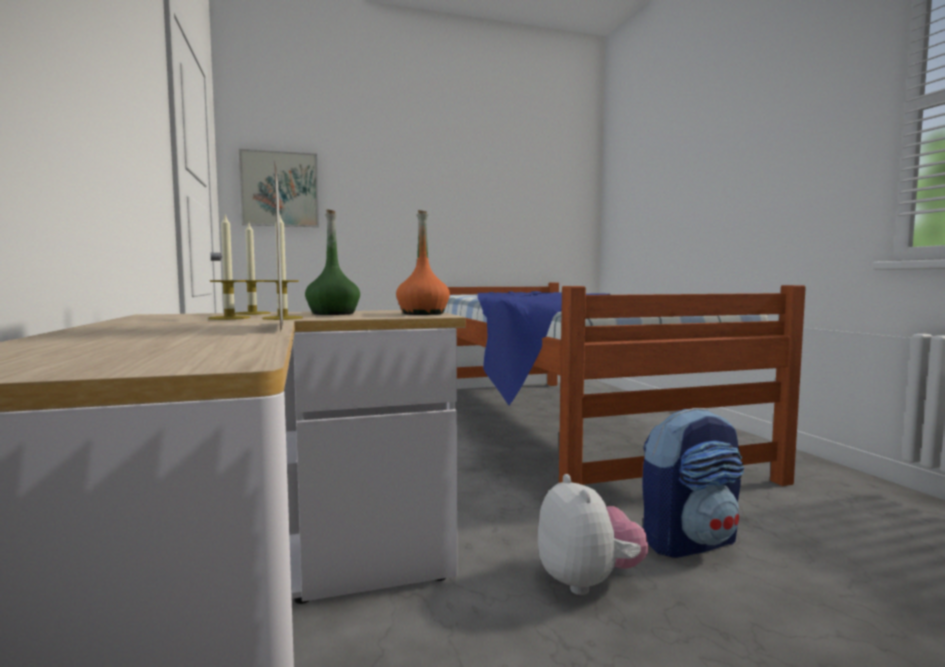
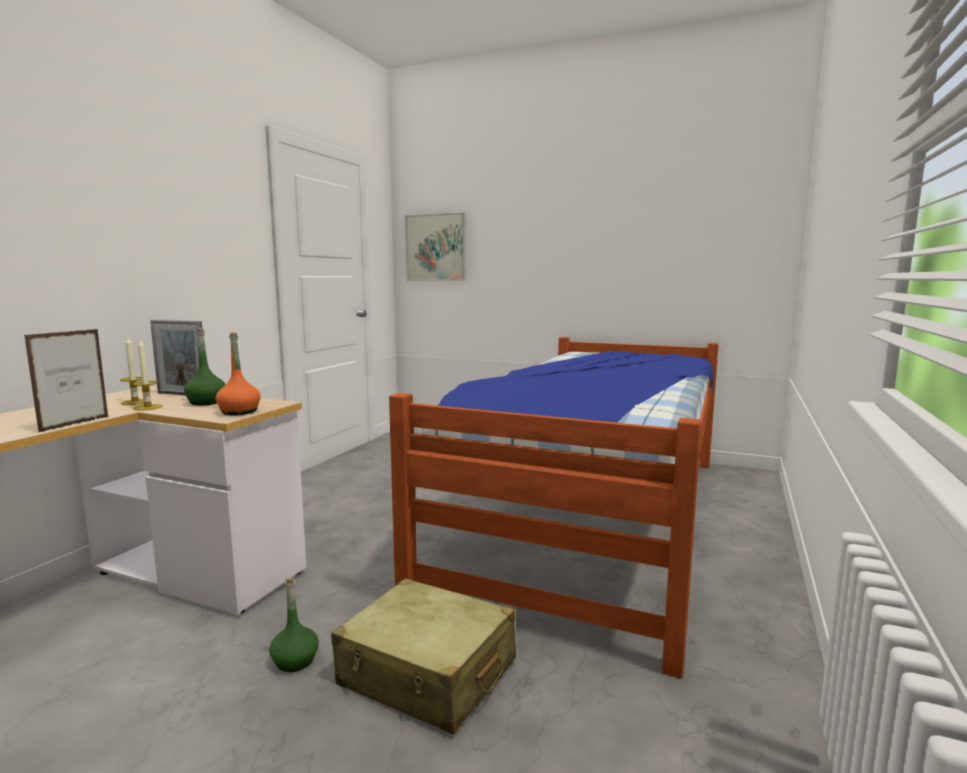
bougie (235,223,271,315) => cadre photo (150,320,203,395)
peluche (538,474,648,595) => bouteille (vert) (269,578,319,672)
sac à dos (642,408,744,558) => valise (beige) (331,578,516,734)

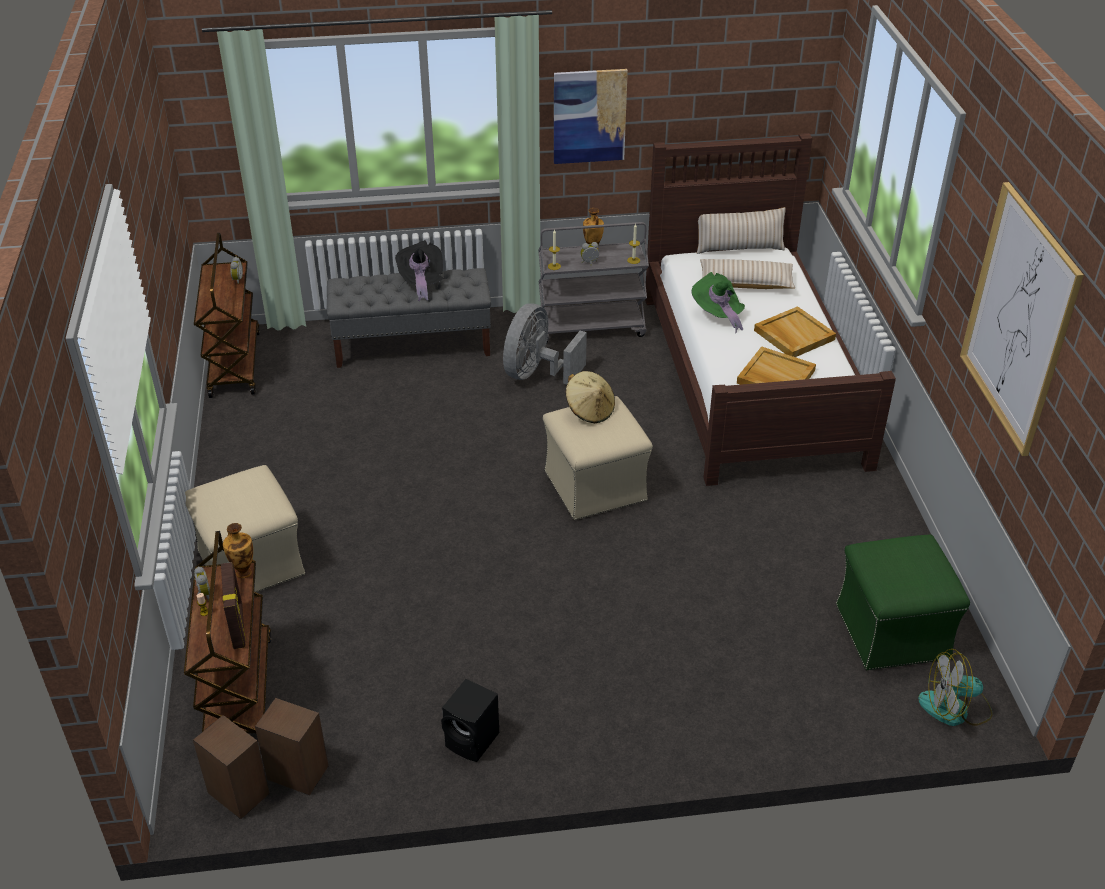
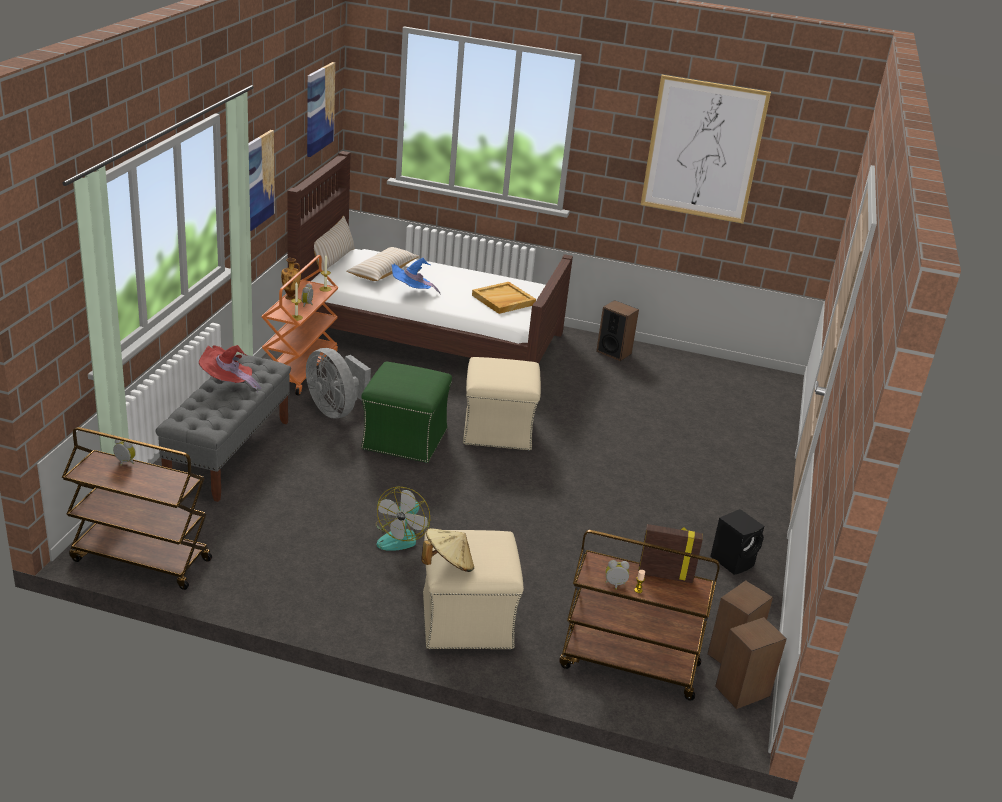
chapeau (noir) (395,240,444,301) => chapeau (rouge) (199,345,261,393)
chariot (gris) (535,222,649,343) => chariot (orange) (262,255,338,396)
nothing => tableau (307,62,335,157)
pouf (vert) (836,534,970,670) => pouf (vert) (361,362,452,463), relocated
ventilateur (918,649,993,726) => ventilateur (375,487,430,551), relocated
chapeau (vert) (692,272,745,333) => chapeau (bleu) (391,258,441,295)
chapeau (beige) (566,371,615,423) => chapeau (beige) (421,528,474,572), relocated
nothing => enceinte (596,300,639,361)
vase (223,523,253,578) => nothing
plateau (beige) (754,306,836,357) => nothing

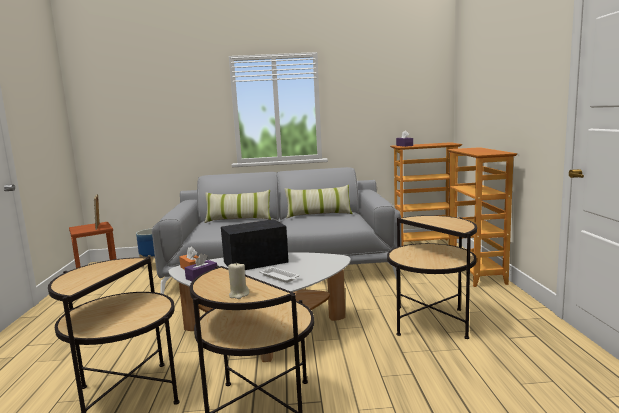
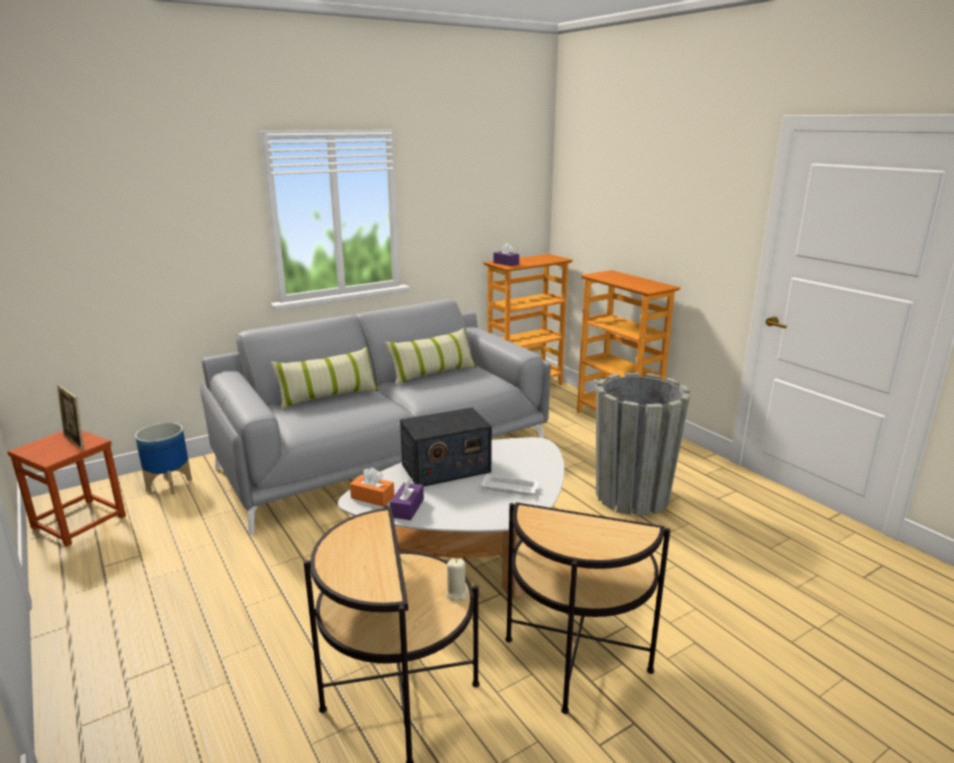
radio (221,219,289,270) => radio (400,407,492,487), 150 degrees counterclockwise
bougie (beige) (228,262,249,299) => bougie (beige) (445,558,469,601), relocated
table d'appoint (387,215,477,339) => cache-pot (gris) (596,373,690,516)

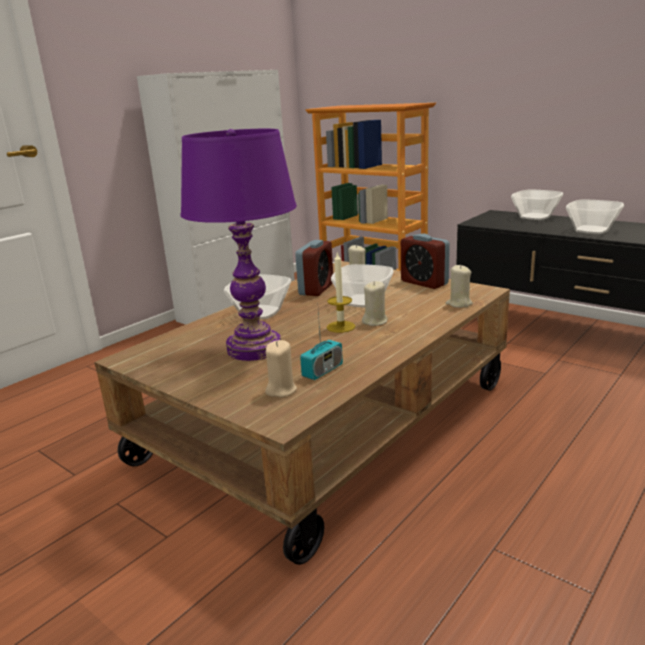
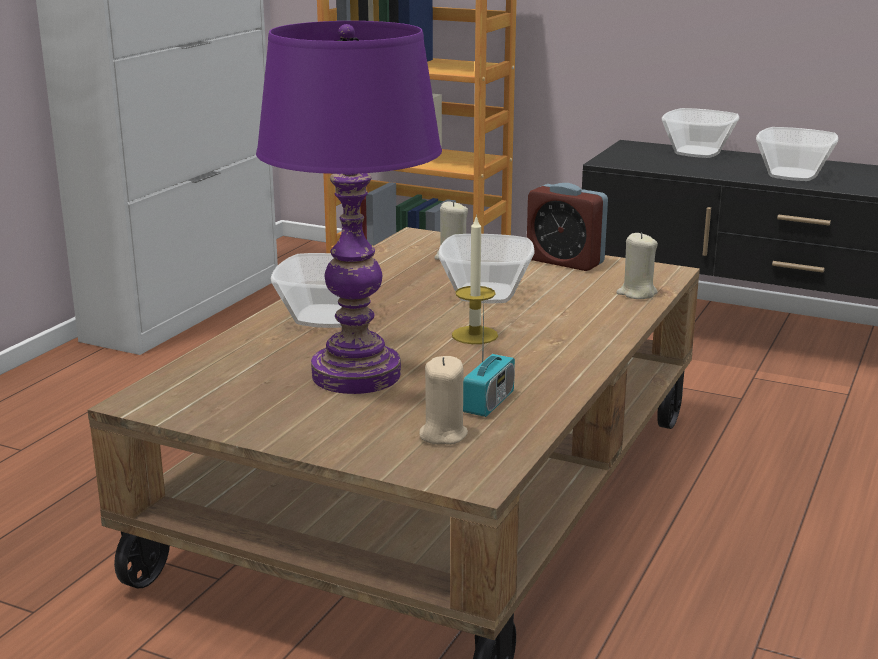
réveil (295,240,333,296) => nothing
bougie (beige) (362,281,388,326) => nothing

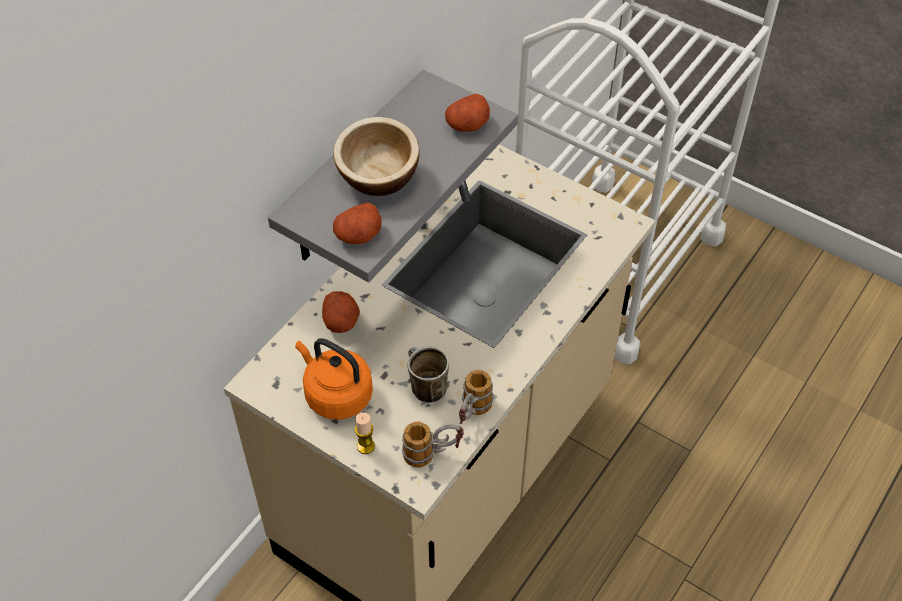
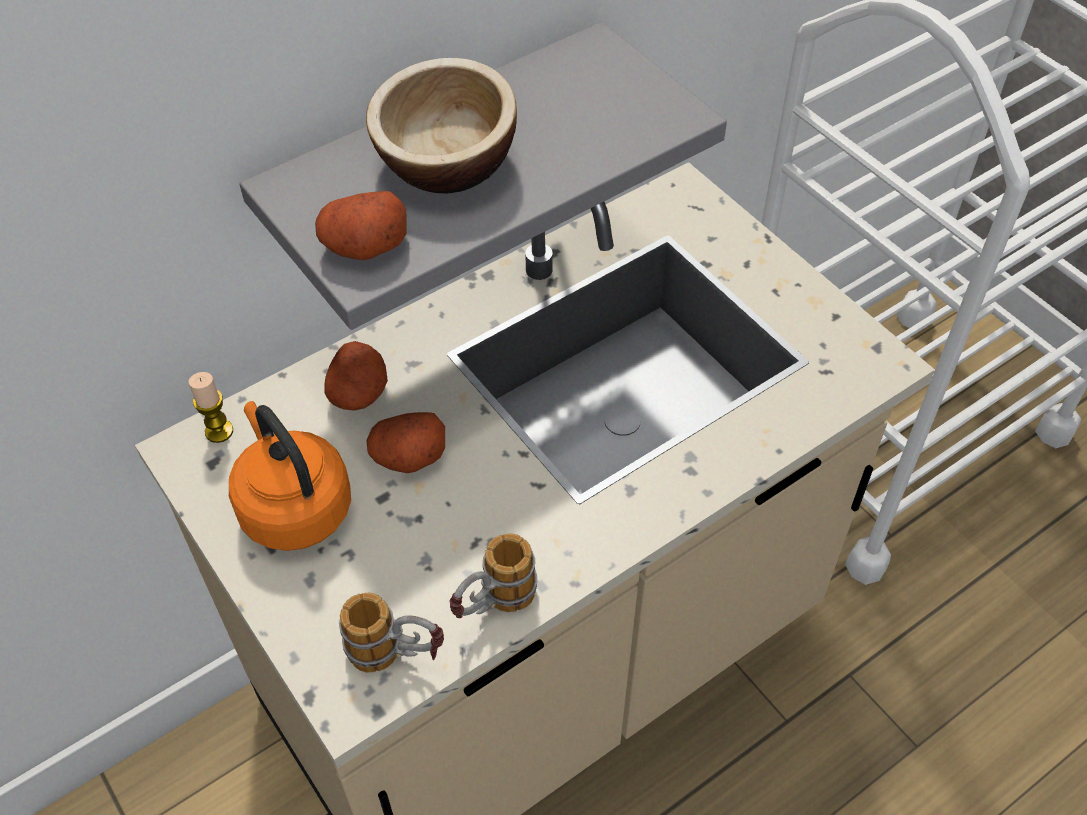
bougie (355,413,375,454) => bougie (189,372,233,443), relocated
pomme de terre (445,94,490,132) => pomme de terre (366,412,445,473), relocated
mug (408,346,449,402) => nothing

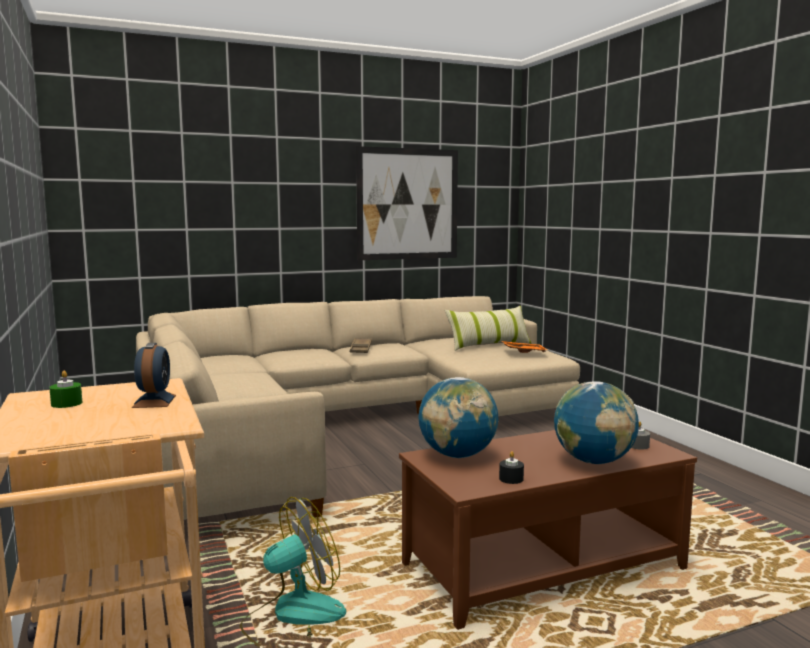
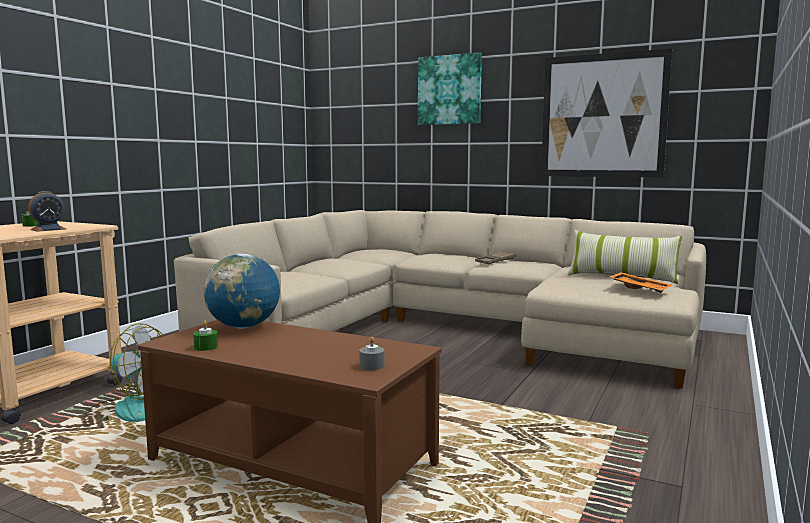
bougie (noir) (499,451,524,484) => bougie (vert) (193,321,218,351)
nothing => tableau (418,52,482,125)
globe (554,381,639,464) => nothing

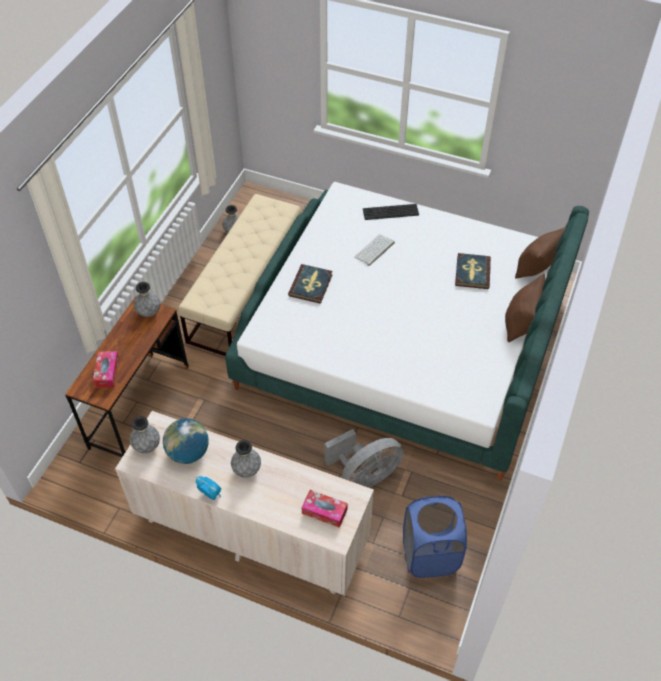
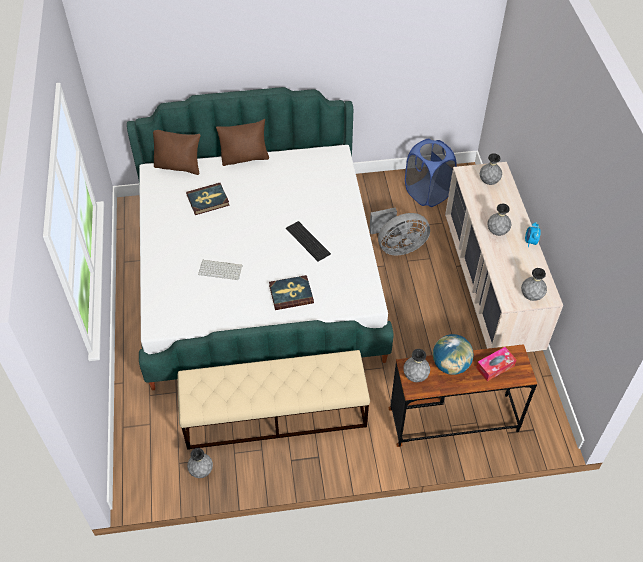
clavier (363,204,419,220) => clavier (286,221,331,262), relocated
ventilateur (gris) (324,429,404,488) => ventilateur (gris) (369,208,430,255), 135 degrees clockwise
globe (163,418,209,464) => globe (433,334,474,375), relocated
boîte à mouchoirs (302,490,348,528) => vase (gris) (480,153,502,185)

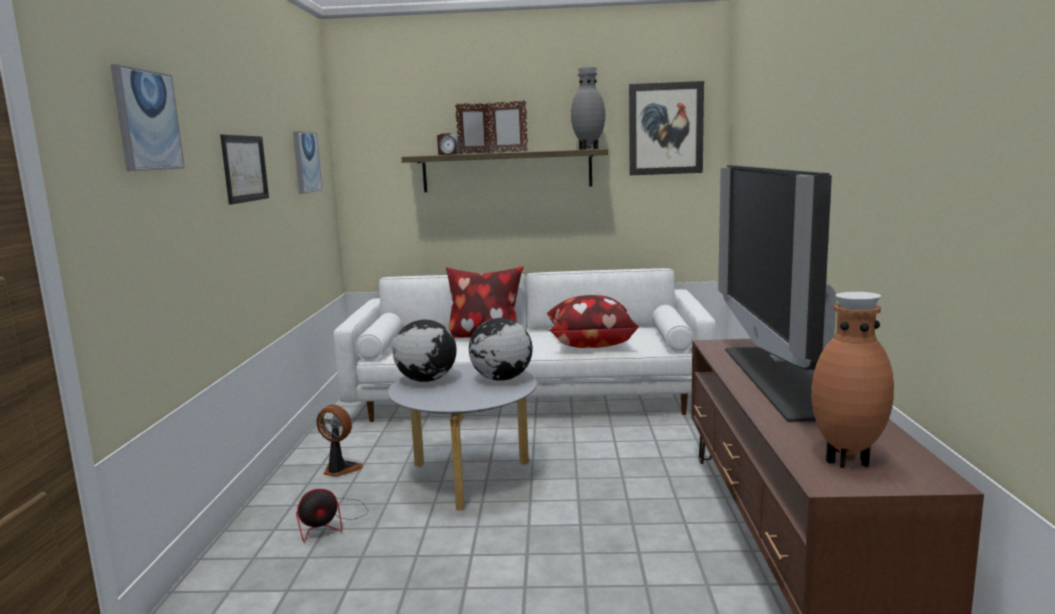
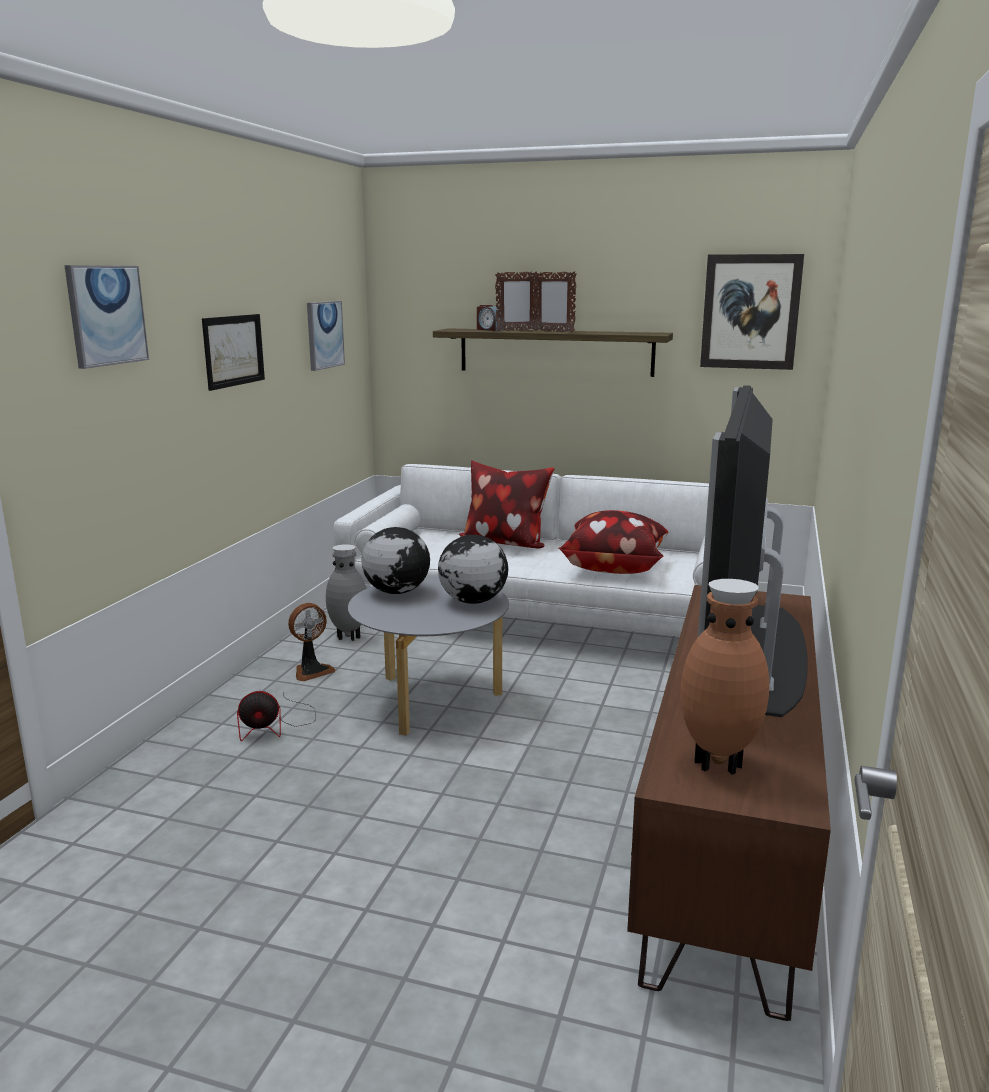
ventilateur (316,405,363,477) => ventilateur (288,603,335,681), 105 degrees clockwise
vase (gris) (571,67,605,150) => vase (gris) (326,544,366,641), relocated

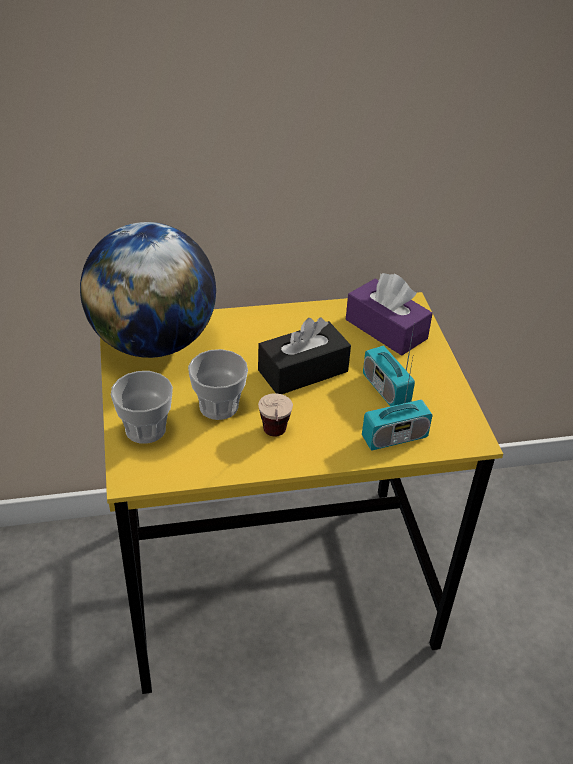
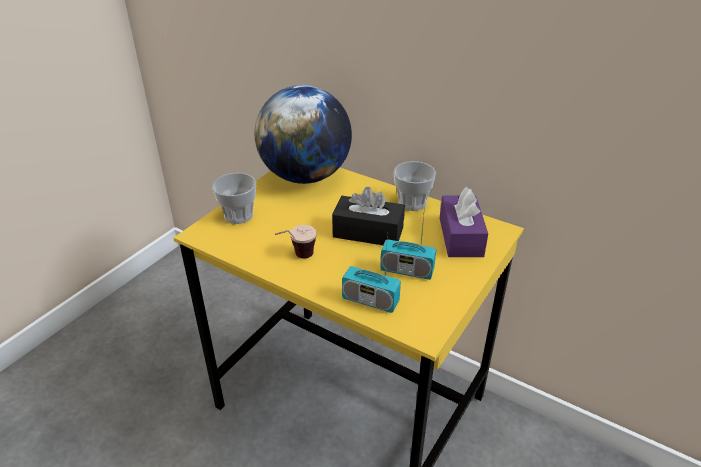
radio (363,322,415,406) => radio (380,205,436,280), 90 degrees counterclockwise
tasse (188,349,248,420) => tasse (393,161,436,211), relocated

